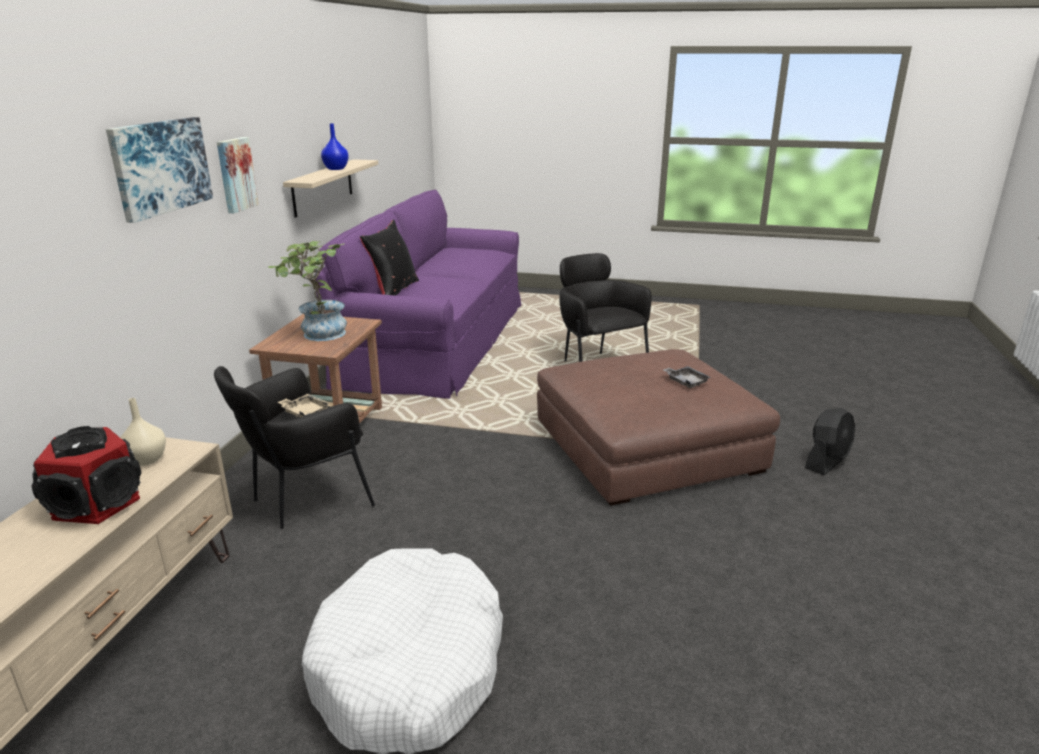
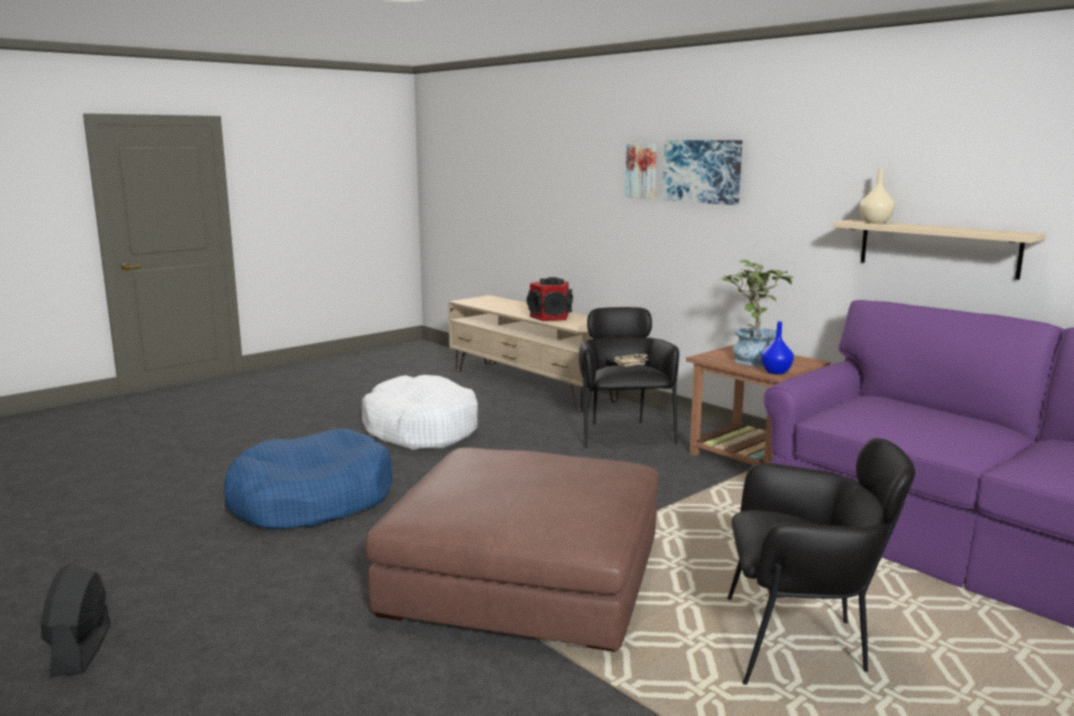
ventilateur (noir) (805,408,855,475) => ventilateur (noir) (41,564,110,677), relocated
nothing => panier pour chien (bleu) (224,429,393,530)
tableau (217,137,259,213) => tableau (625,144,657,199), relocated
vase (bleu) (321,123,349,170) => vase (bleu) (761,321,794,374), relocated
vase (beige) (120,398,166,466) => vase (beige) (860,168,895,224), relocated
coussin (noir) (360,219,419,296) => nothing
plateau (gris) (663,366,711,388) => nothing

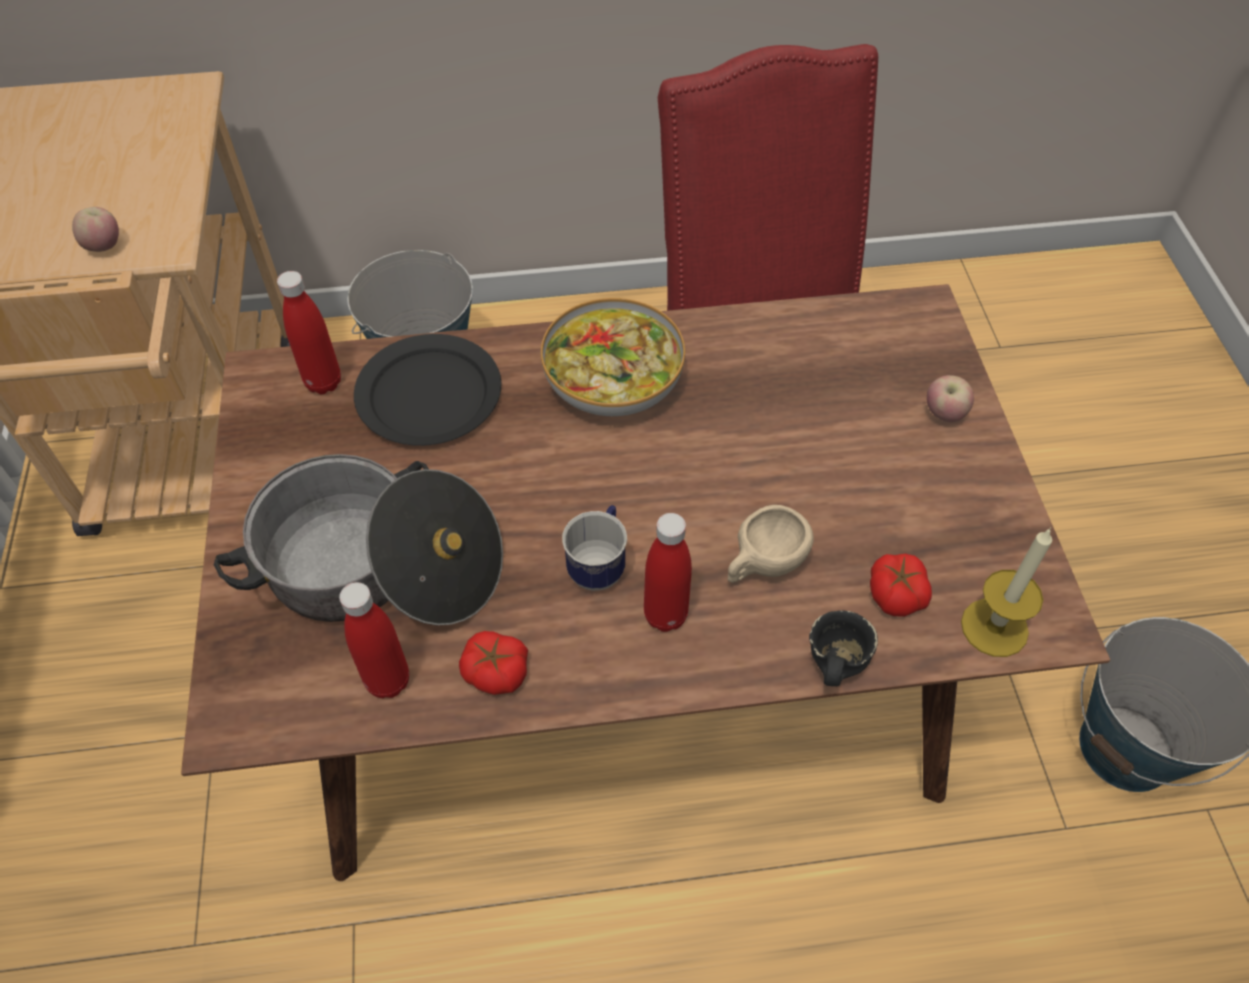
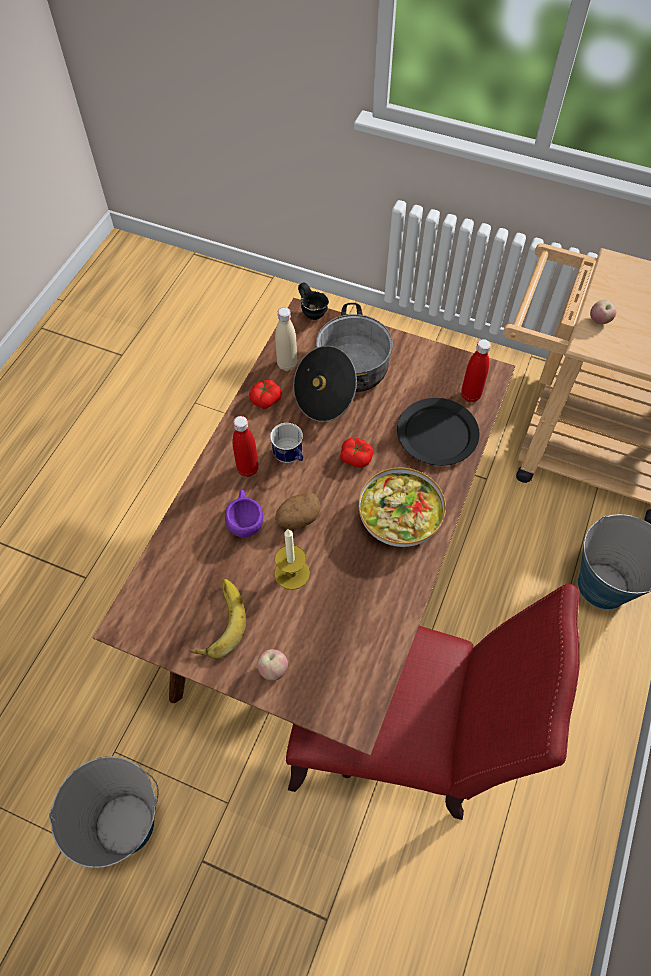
nothing => banane (190,579,246,659)
tasse (beige) (728,505,814,583) => tasse (violet) (225,489,263,538)
bougie (961,528,1052,657) => bougie (274,529,310,590), relocated
bouteille (rouge) (339,582,409,698) => bouteille (beige) (275,307,297,371)
nothing => pomme de terre (275,493,321,529)
mug (noir) (809,611,878,686) => mug (noir) (298,283,329,320), relocated
tomate (870,553,932,617) => tomate (340,438,373,468), relocated

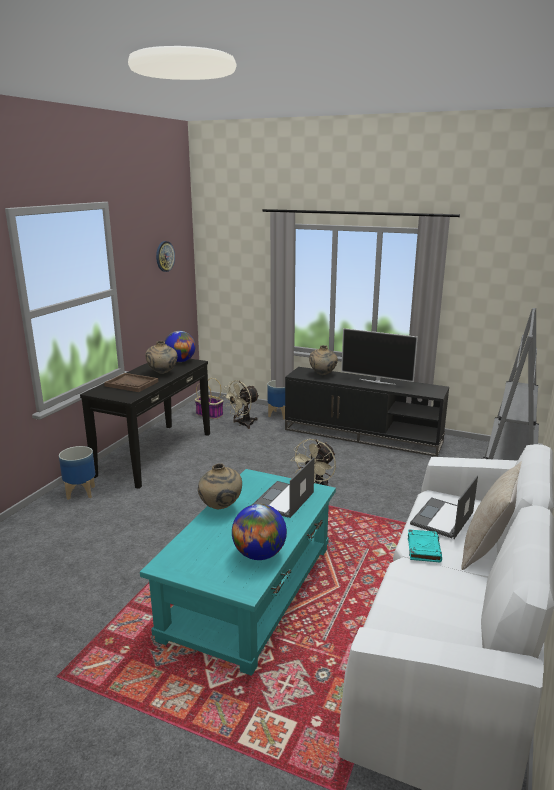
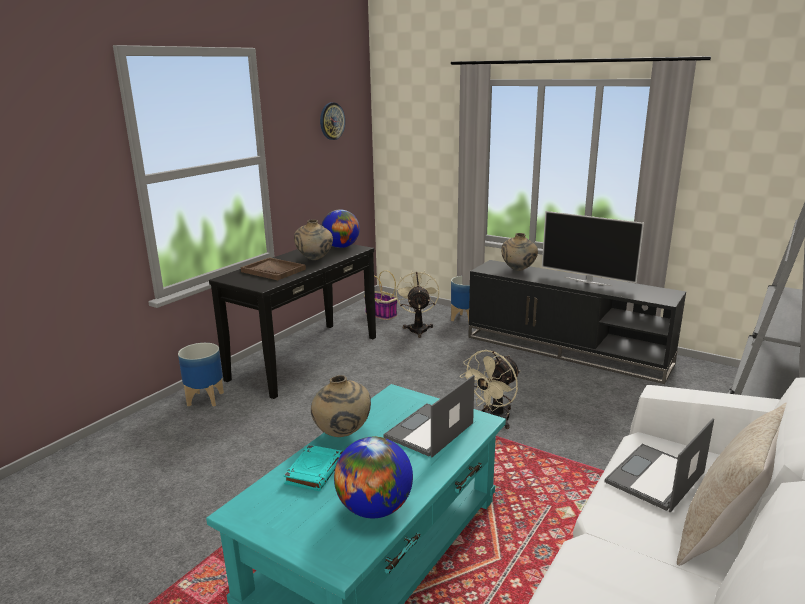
livre (turquoise) (408,529,442,562) => livre (turquoise) (284,445,343,491), relocated
ventilateur (beige) (222,380,259,429) => ventilateur (beige) (396,270,439,338), 120 degrees clockwise

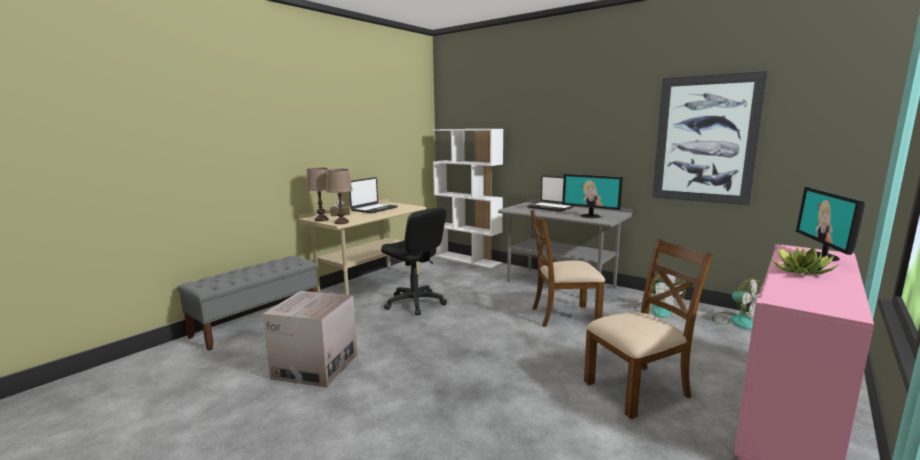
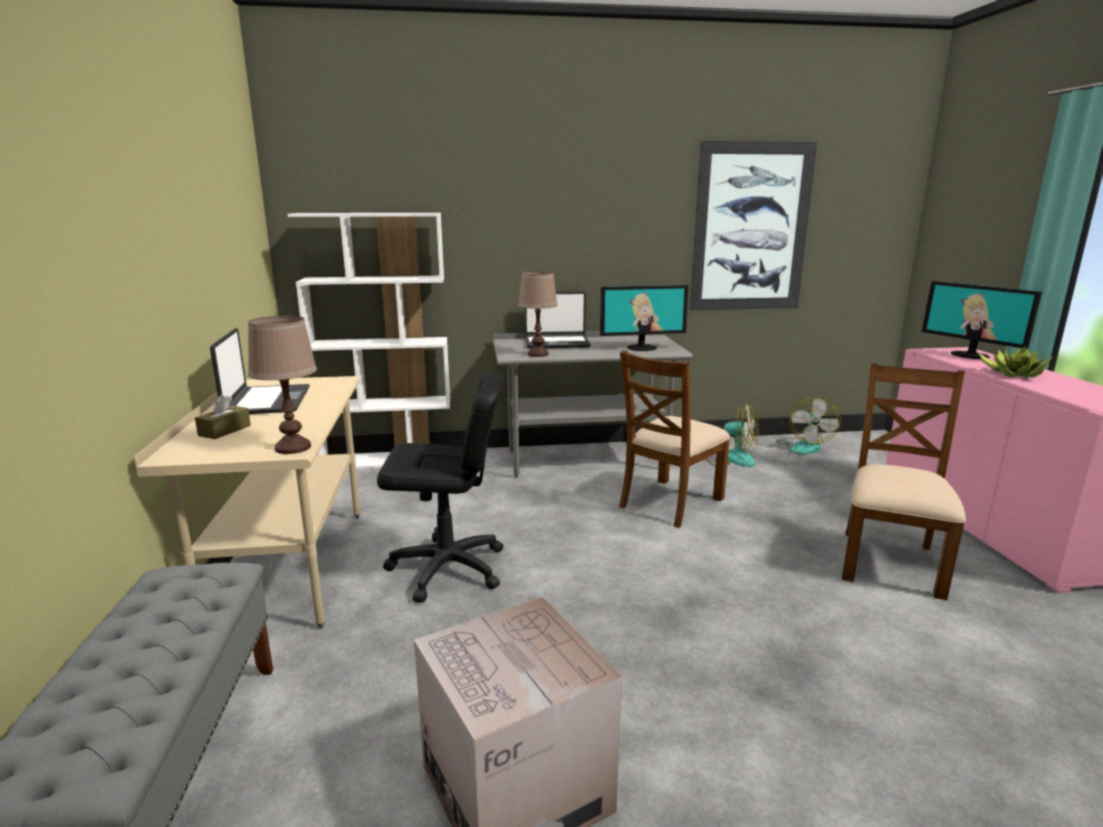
lampe de table (marron) (306,168,329,221) => lampe de table (marron) (518,271,558,357), relocated
ventilateur (712,278,763,330) => ventilateur (776,397,841,454), 90 degrees clockwise

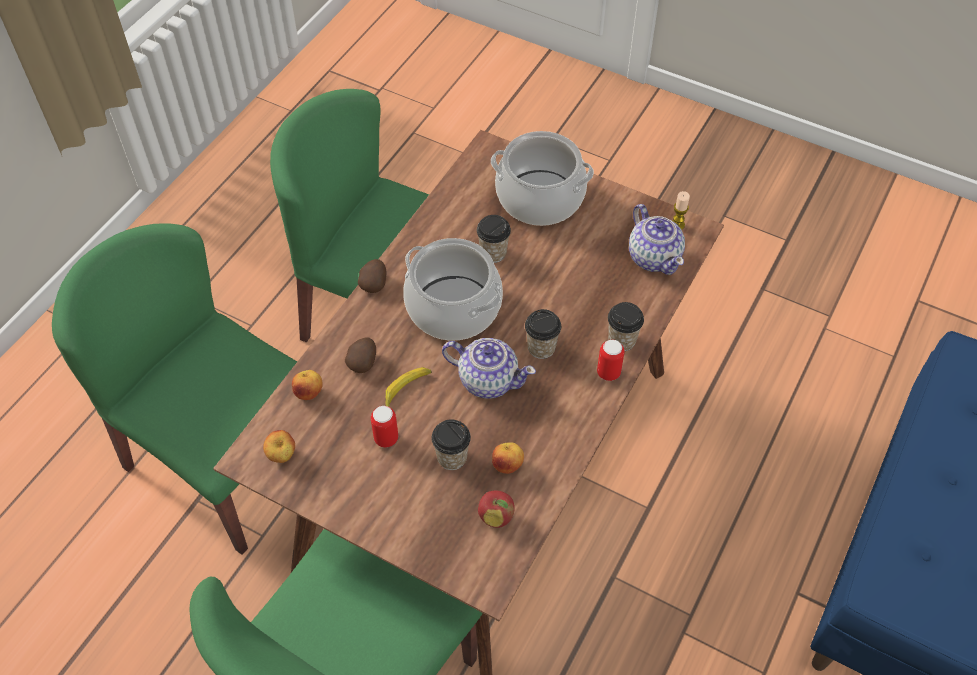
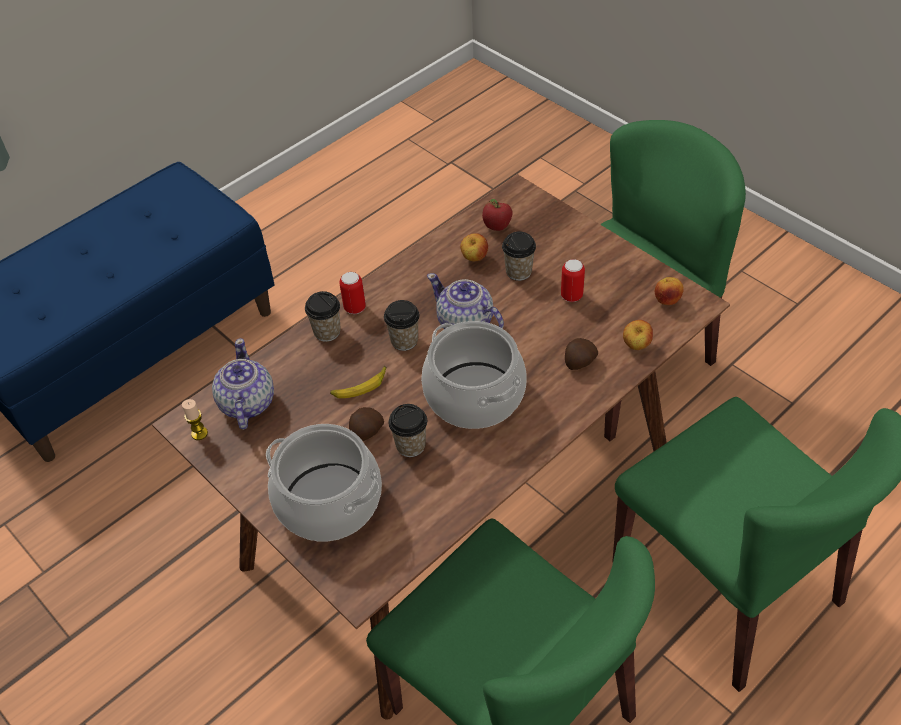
banane (385,367,432,407) => banane (330,366,387,398), relocated
pomme de terre (358,259,386,293) => pomme de terre (349,407,384,441), relocated

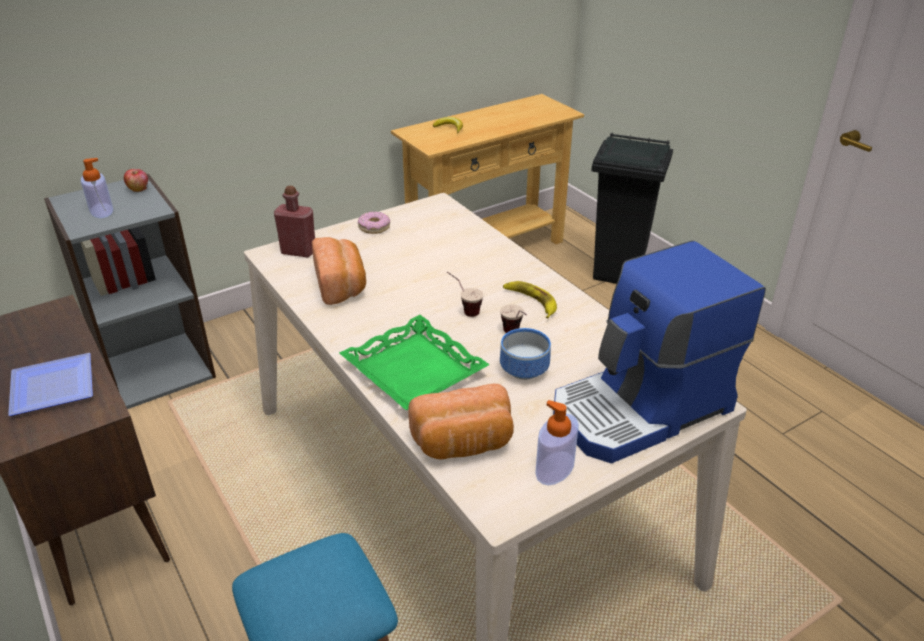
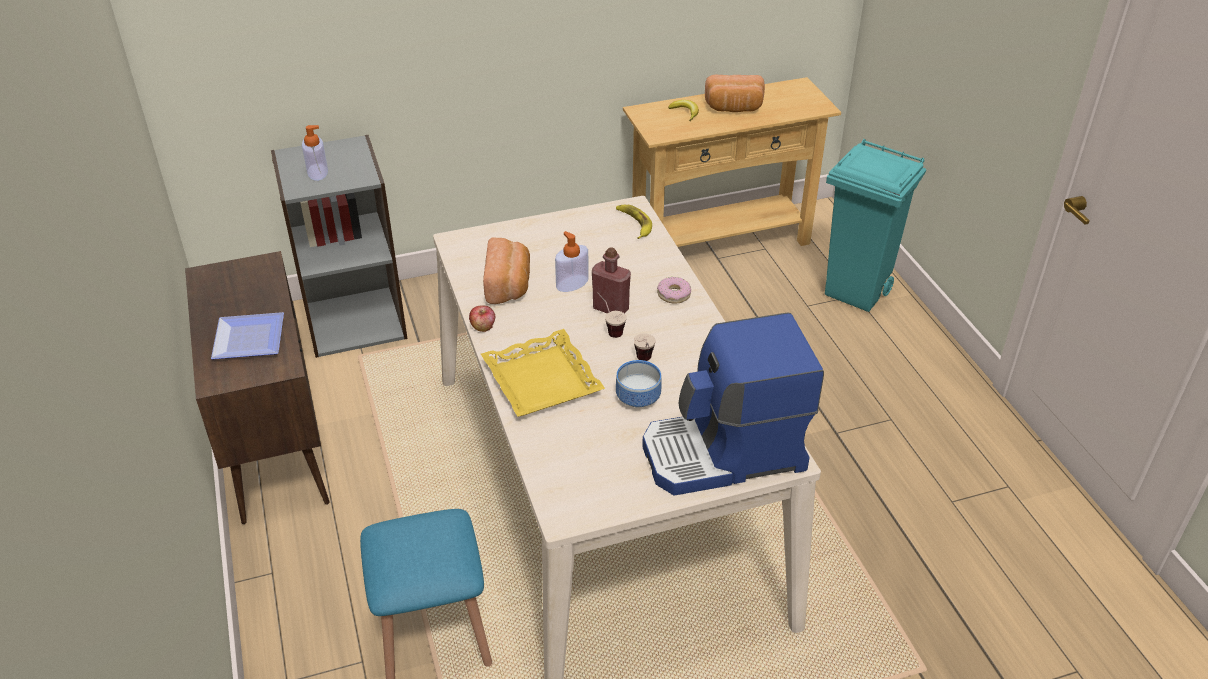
pomme (124,169,148,192) => pomme (469,305,496,332), relocated
plateau (vert) (339,315,490,410) => plateau (jaune) (481,329,605,417)
distributeur de savon (535,400,579,485) => distributeur de savon (555,231,589,292), relocated
bouteille (rouge) (274,186,315,257) => bouteille (rouge) (592,247,631,314), relocated
banane (503,281,557,318) => banane (616,205,652,239), relocated
beignet (358,211,390,234) => beignet (657,277,691,303), relocated
pain (408,384,514,459) => pain (705,75,765,112), relocated
poubelle (noir) (591,133,673,284) => poubelle (turquoise) (825,139,926,312)

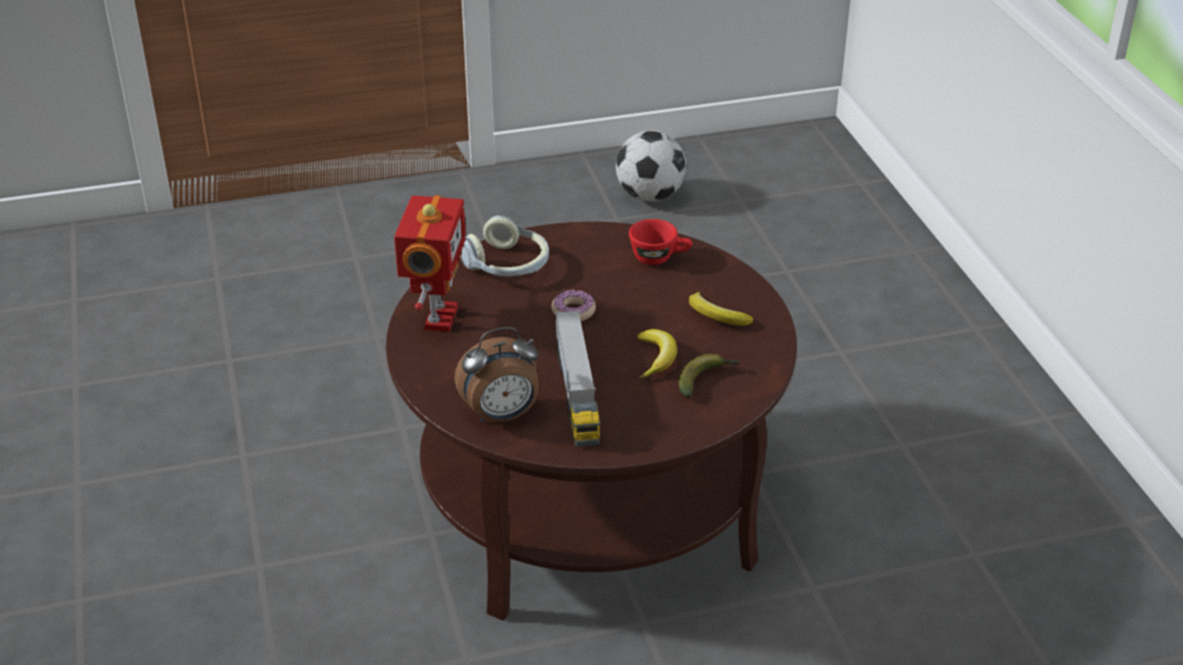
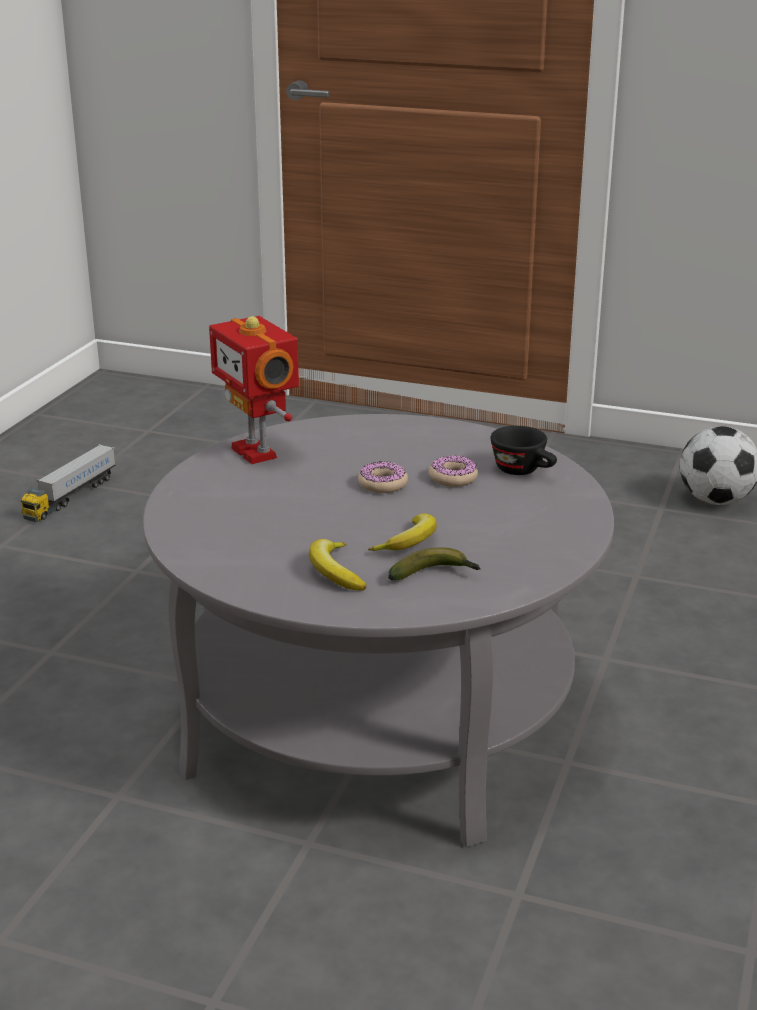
camion jouet (555,310,600,447) => camion jouet (21,444,116,522), relocated
table basse (marron) (386,222,797,621) => table basse (gris) (143,414,614,848)
robot jouet (394,195,466,332) => robot jouet (209,316,299,464), 105 degrees clockwise
banane (689,292,754,326) => banane (309,539,367,591), relocated
nothing => beignet (428,455,478,487)
tasse (rouge) (629,219,692,265) => tasse (noir) (491,426,557,475)
réveil (454,327,539,423) => nothing
casque audio (461,215,549,276) => nothing

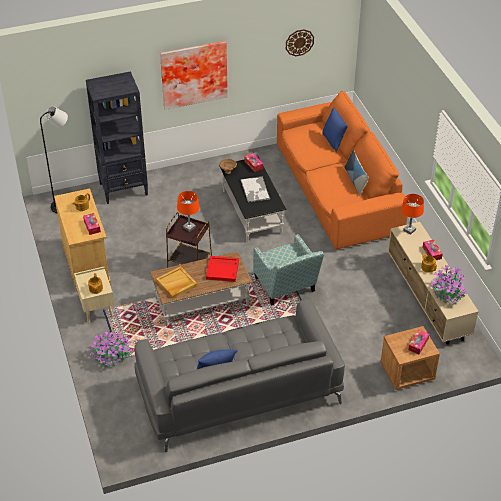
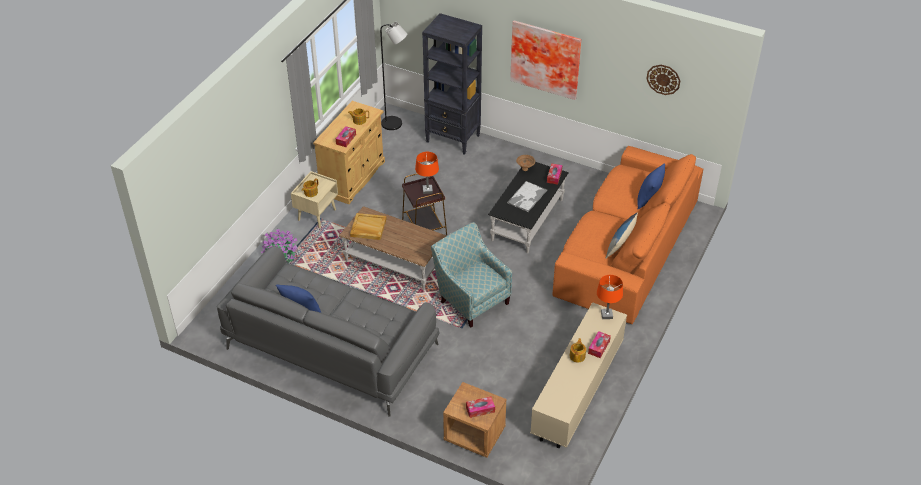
fauteuil (253,234,324,306) => fauteuil (431,222,512,328), 120 degrees clockwise
plateau (rouge) (206,256,239,282) => nothing
plante en pot (431,265,467,305) => nothing

